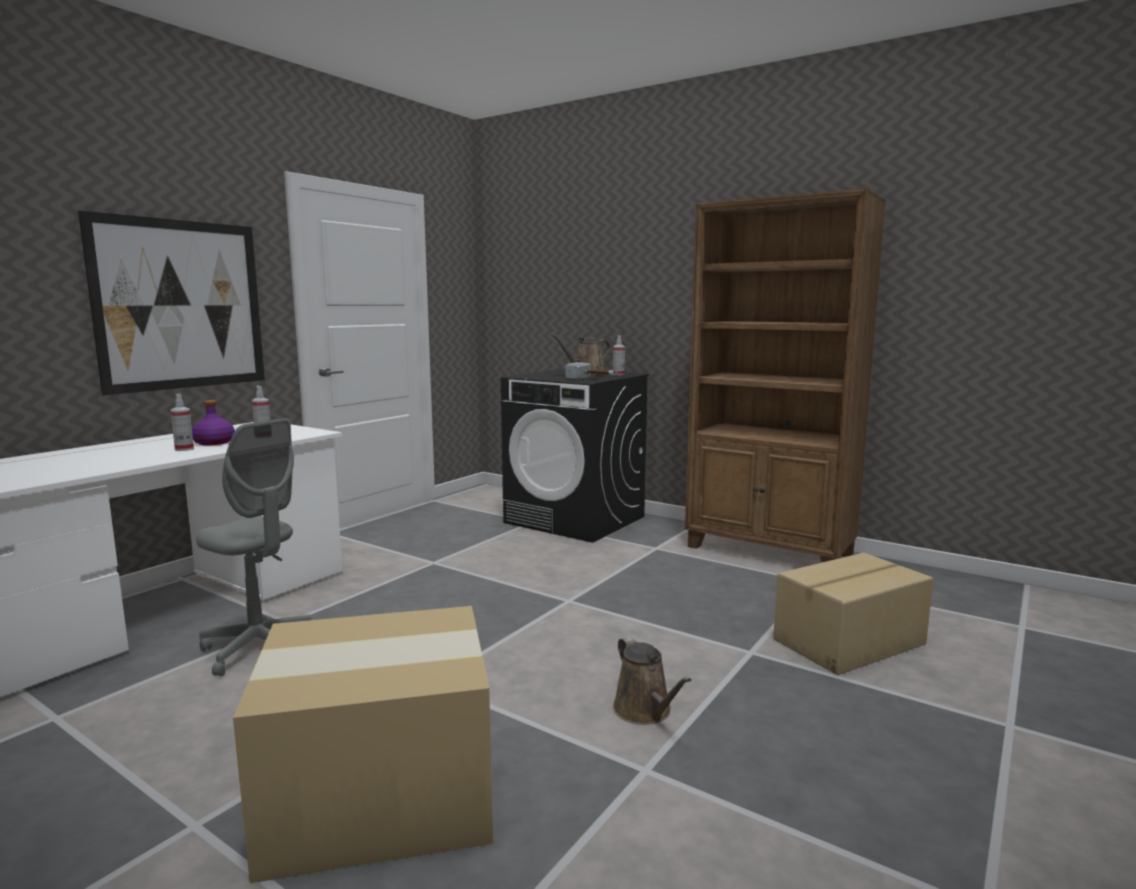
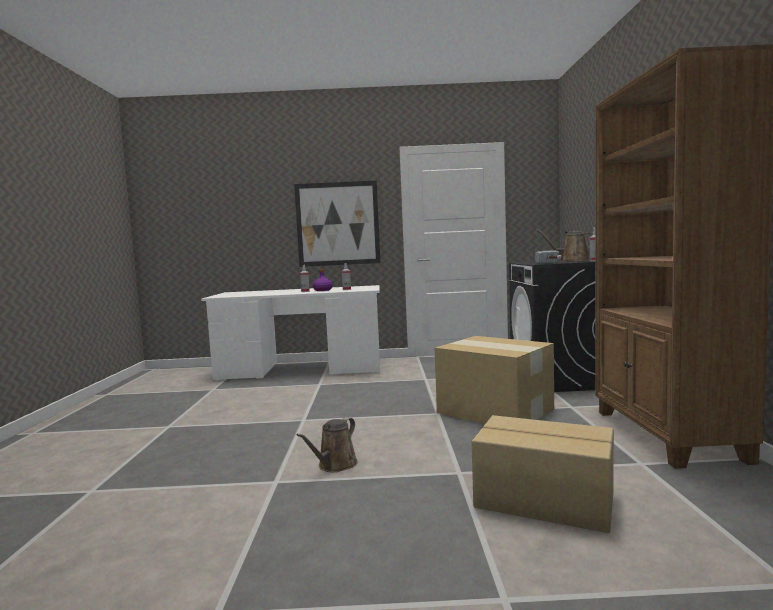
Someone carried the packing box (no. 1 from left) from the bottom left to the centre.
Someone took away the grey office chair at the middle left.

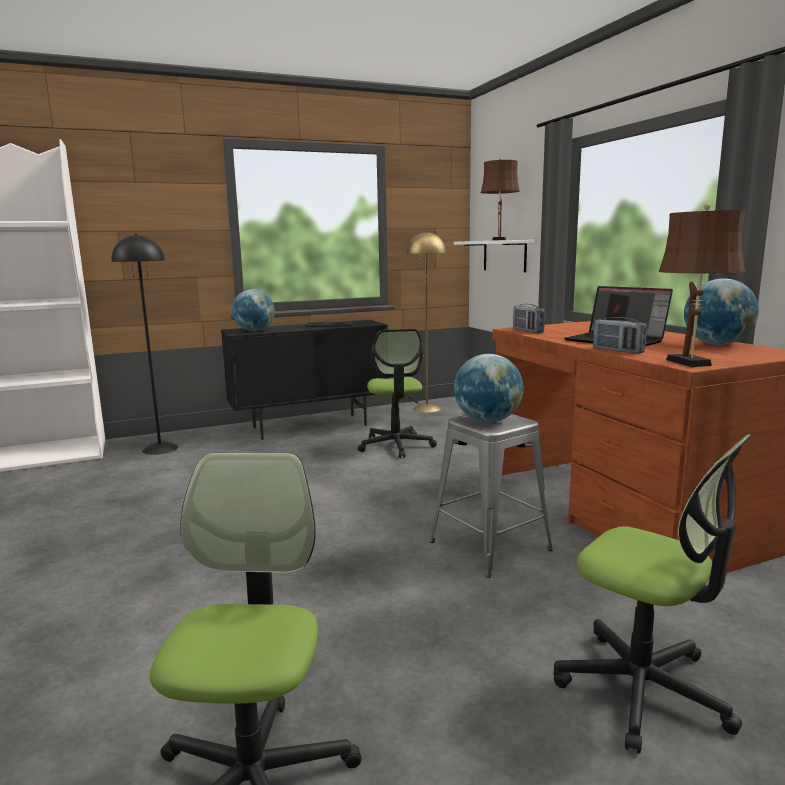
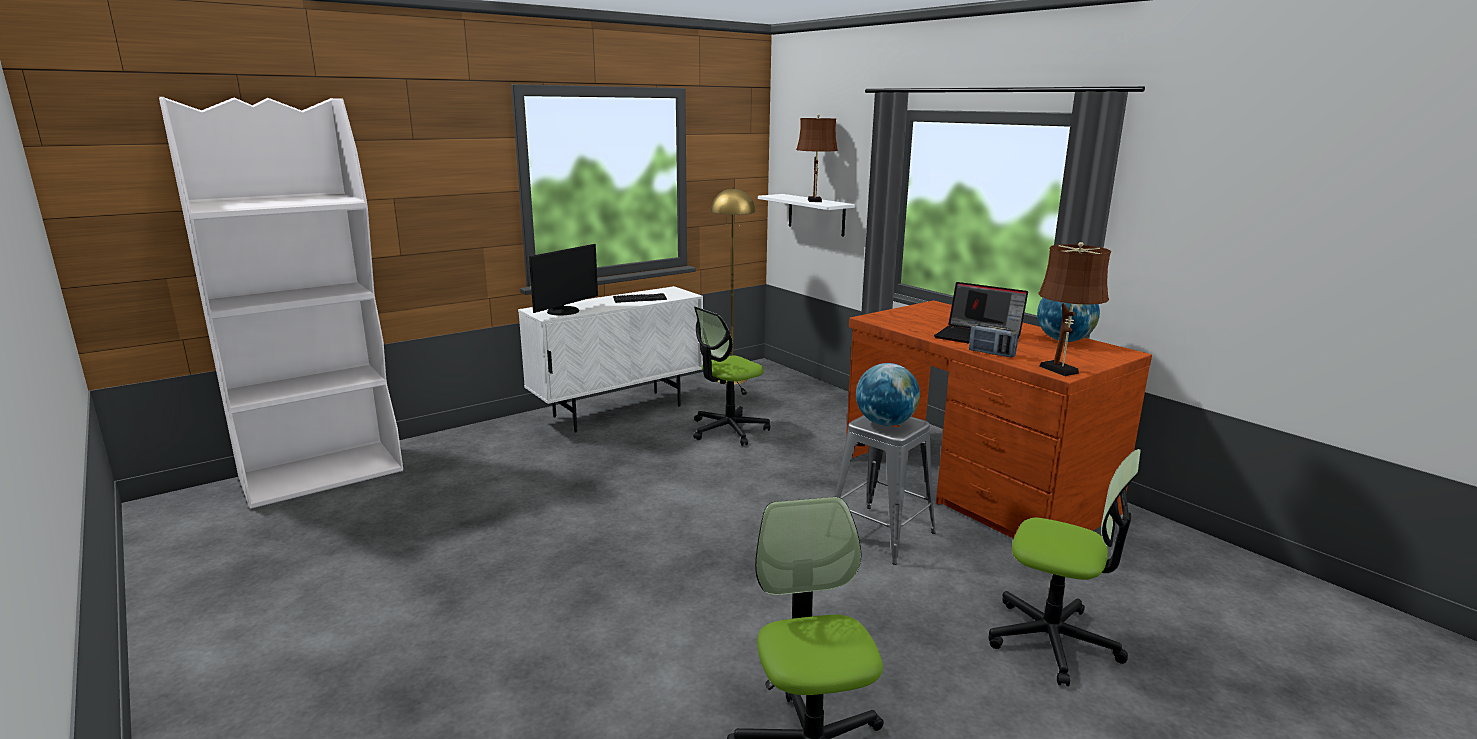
Someone repainted the blackish cupboard at the centre, which became the white-coloured cupboard at the centre.
Someone swapped the desk globe (no. 1 from left) at the middle left for the computer screen at the centre.
Someone rotated the office chair (no. 2 from left in the first image) at the centre by 75 degrees clockwise.
Someone took away the blackish standard lamp at the middle left.
Someone took away the radio (no. 1 from left) at the middle right.

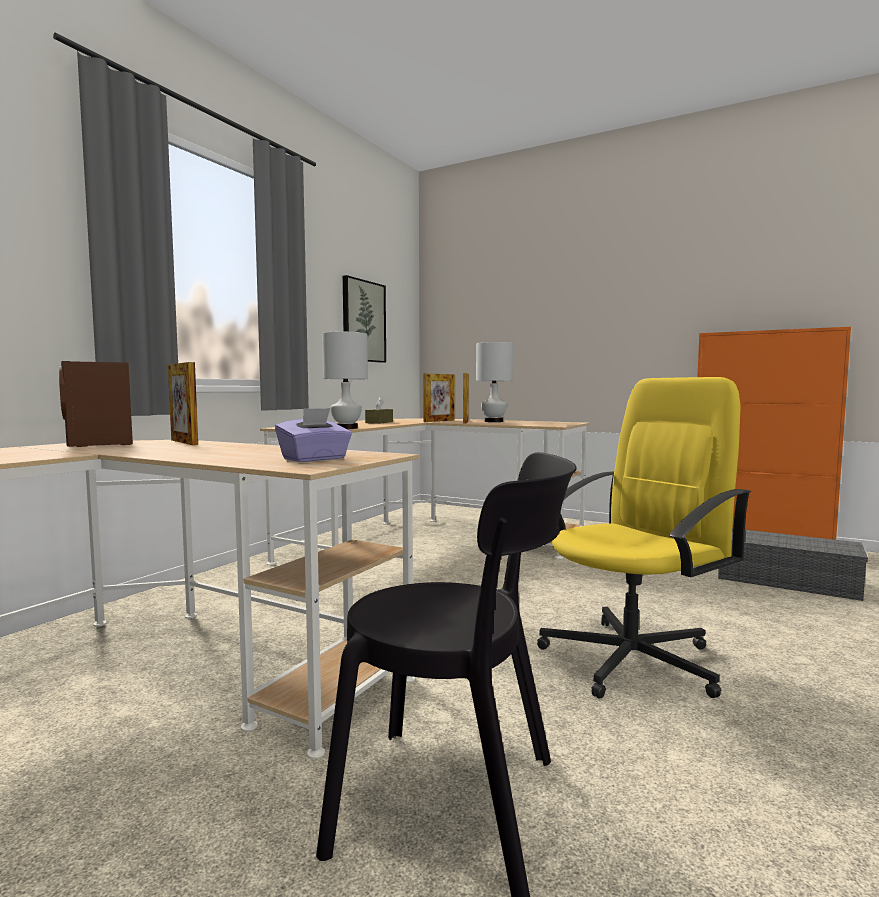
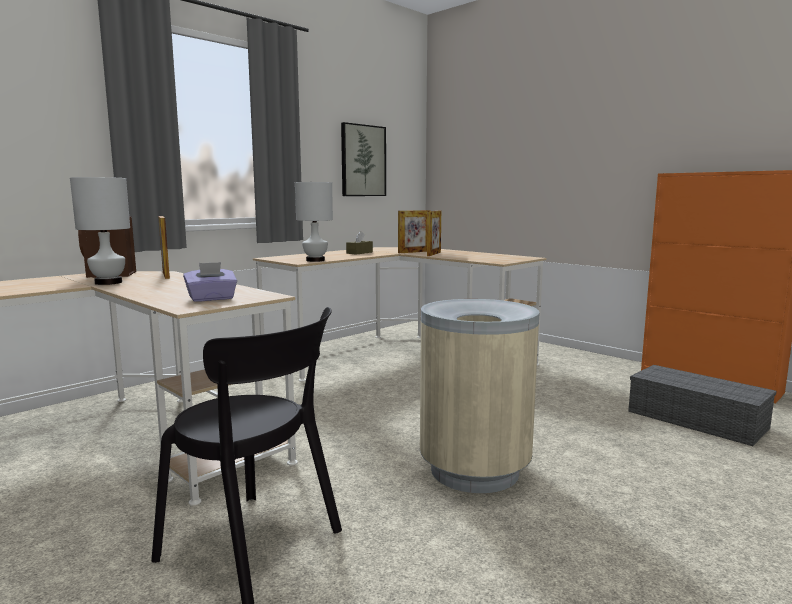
Someone carried the white-coloured table lamp (no. 2 from left in the first image) from the centre to the middle left.
Someone swapped the yellow-coloured office chair at the middle right for the beige-coloured rubbish bin at the centre.

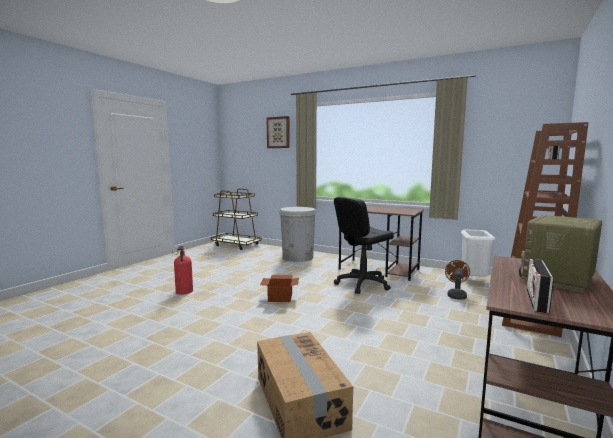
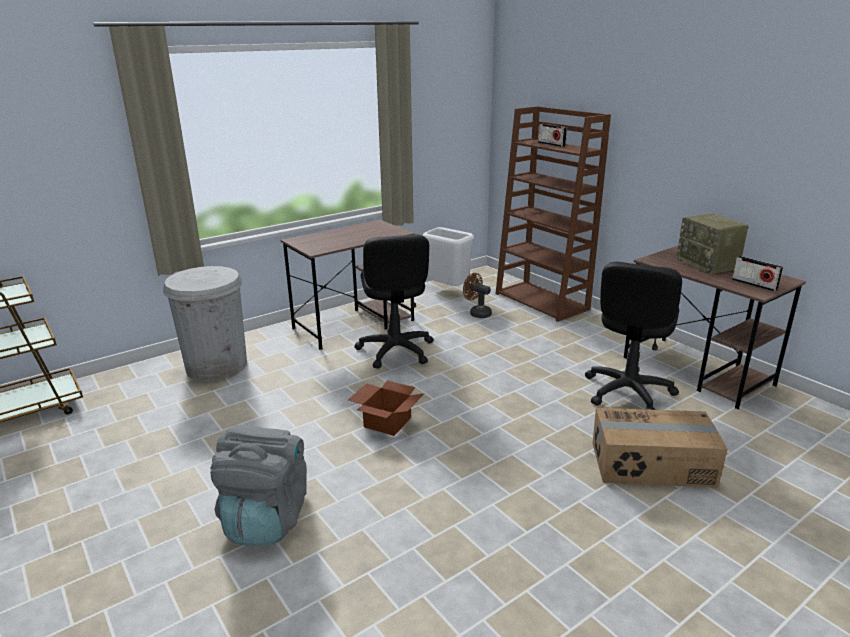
Someone swapped the extinguisher at the middle left for the grey backpack at the bottom left.
Someone put down the blackish office chair (no. 2 from left) at the middle right.
Someone took away the picture at the top centre.

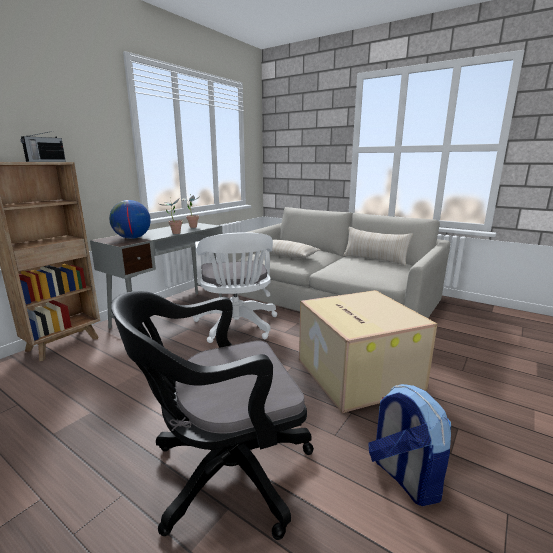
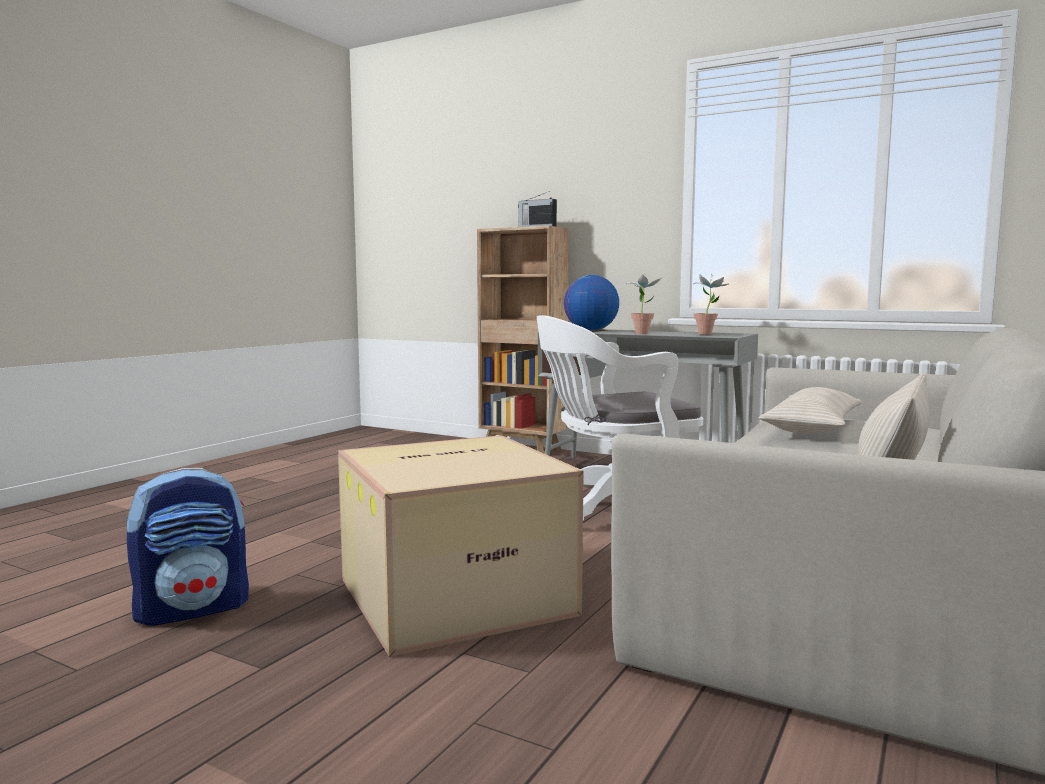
Someone took away the blackish office chair at the bottom centre.

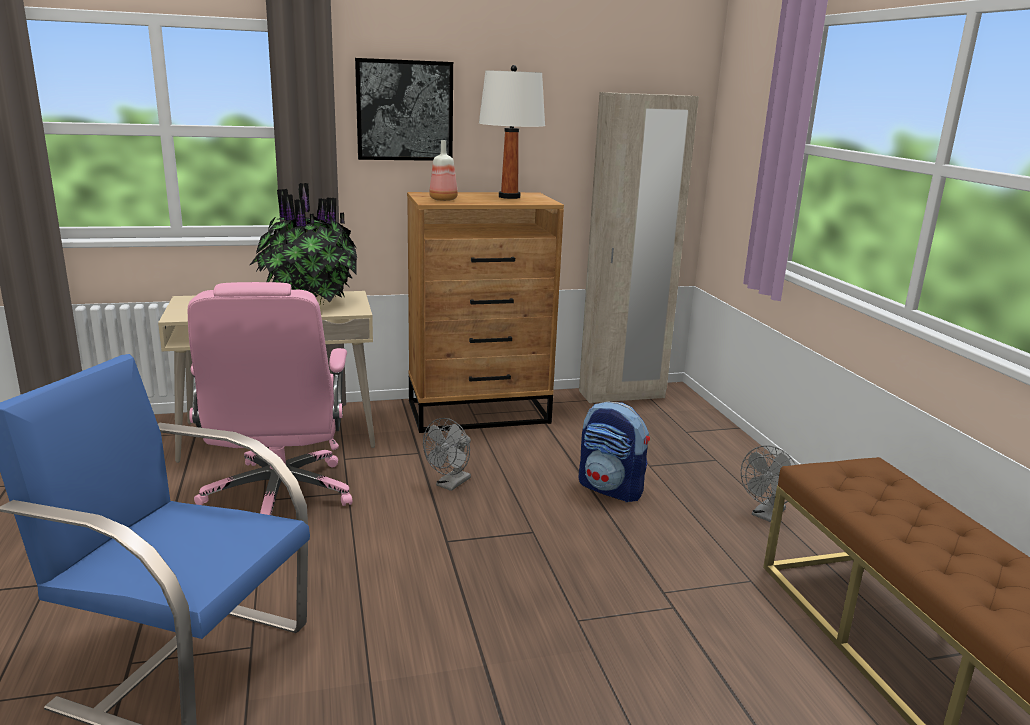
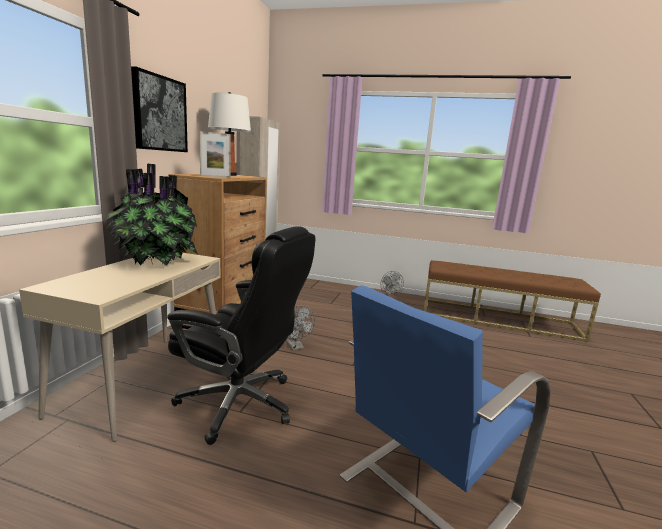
Someone repainted the pinkish office chair at the middle left, which became the blackish office chair at the centre.
Someone swapped the bottle at the top centre for the photo frame at the top left.
Someone took away the backpack at the centre.

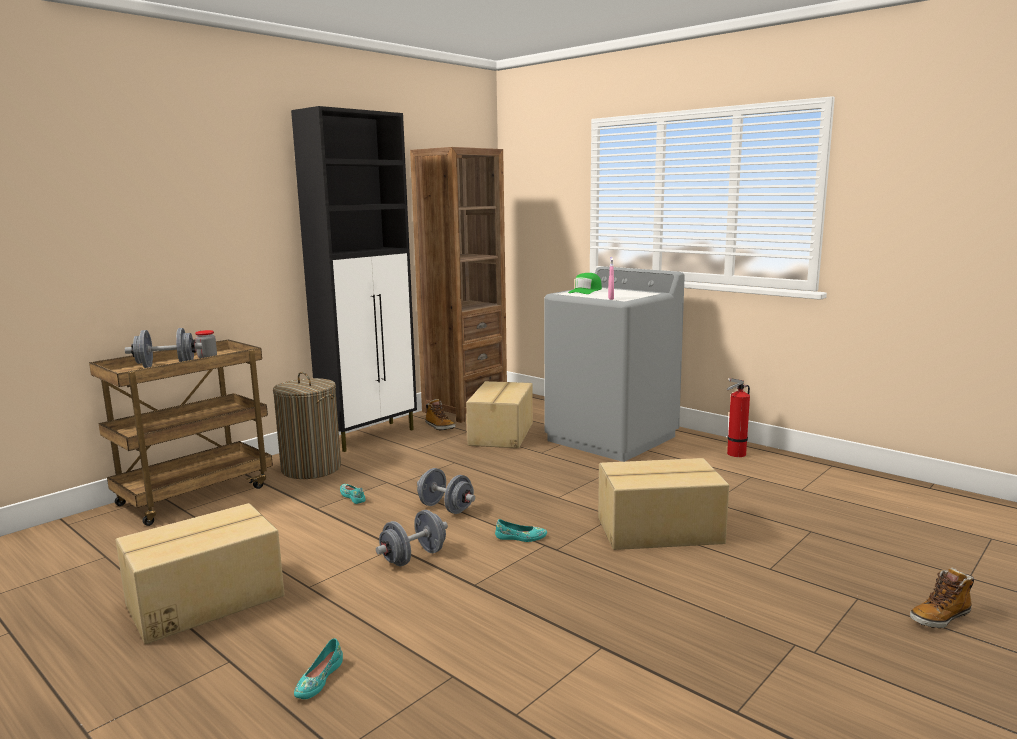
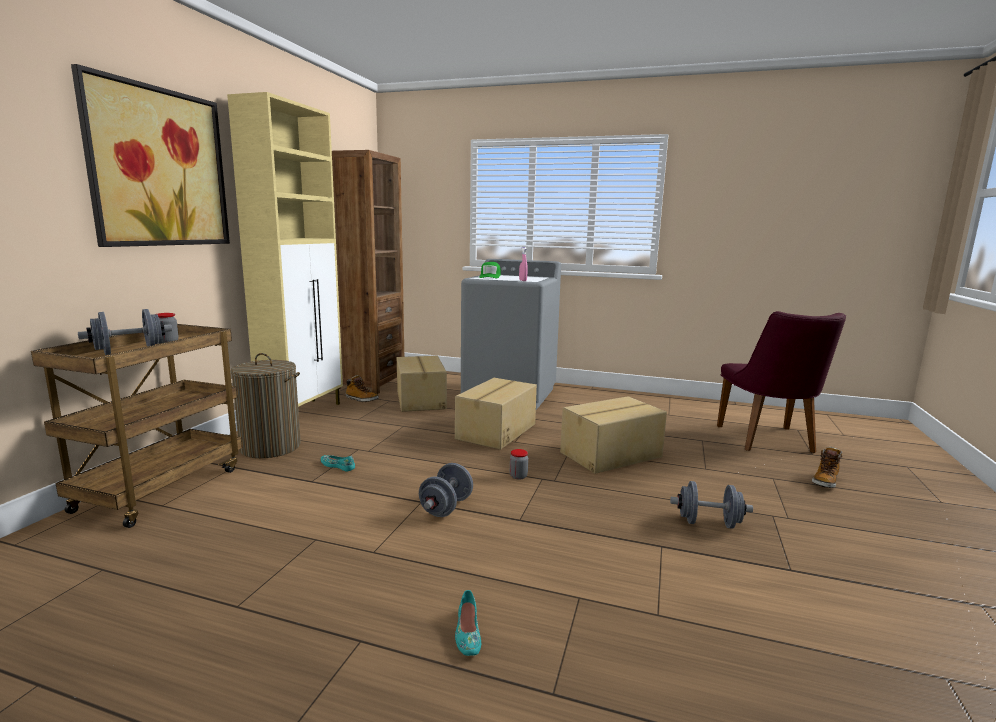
Someone put up the picture at the top left.
Someone repainted the blackish cupboard at the centre, which became the beige-coloured cupboard at the middle left.
Someone carried the packing box (no. 1 from left in the first image) from the bottom left to the centre.
Someone swapped the blue-green low shoe (no. 3 from left) at the bottom centre for the preserve jar (no. 2 from left) at the centre.
Someone carried the grey hand weight (no. 3 from left) from the centre to the bottom right.
Someone put down the purple chair at the middle right.
Someone took away the extinguisher at the middle right.

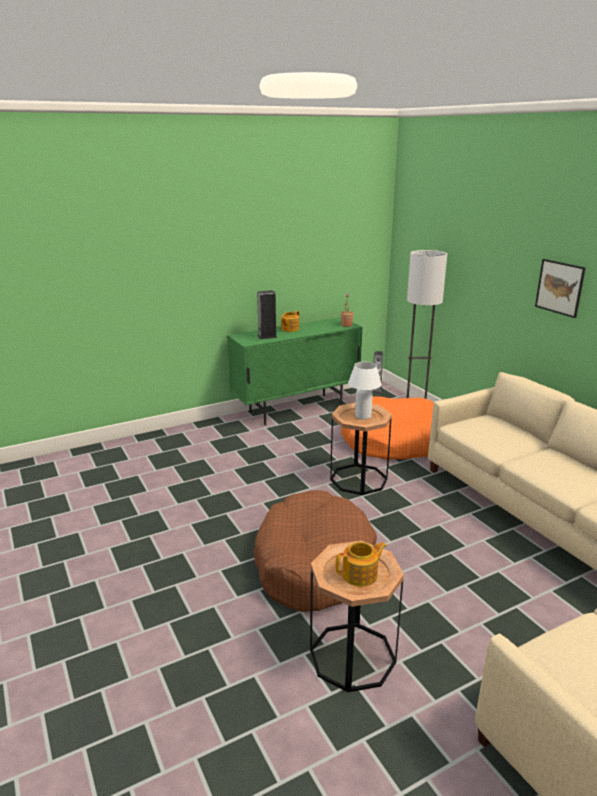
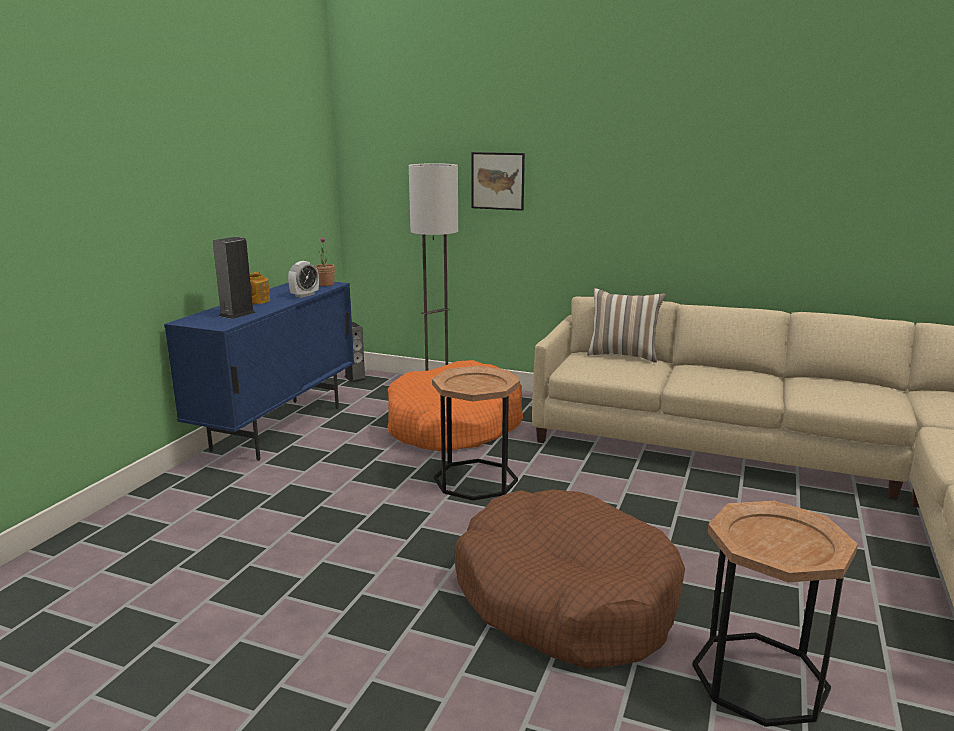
Someone repainted the green-coloured cupboard at the centre, which became the bluish cupboard at the middle left.
Someone put down the alarm clock at the middle left.
Someone carried the picture from the middle right to the top centre.
Someone put down the pillow at the centre.
Someone took away the teapot (no. 2 from left) at the bottom centre.
Someone took away the white-coloured table lamp at the centre.

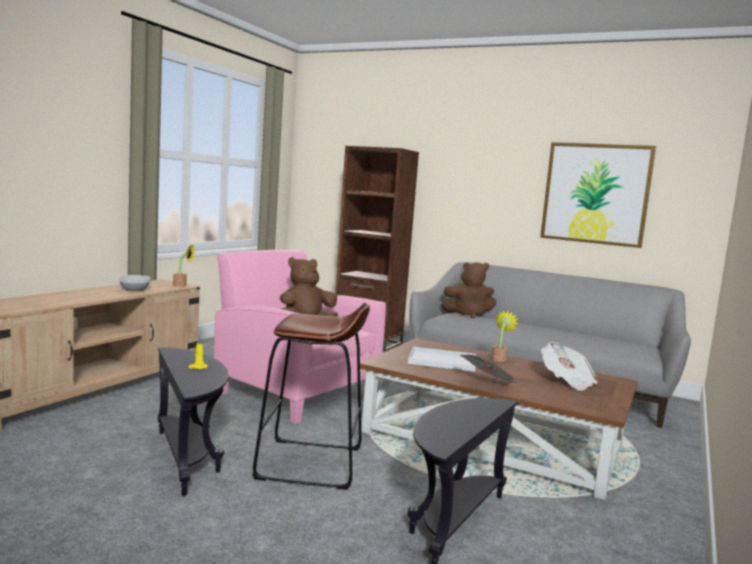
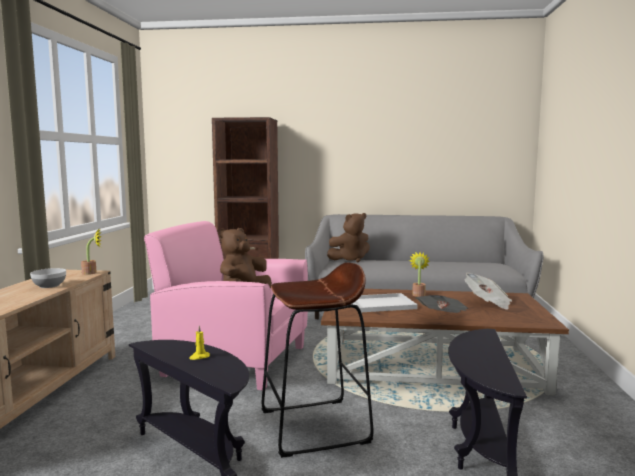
Someone took away the picture at the middle right.

